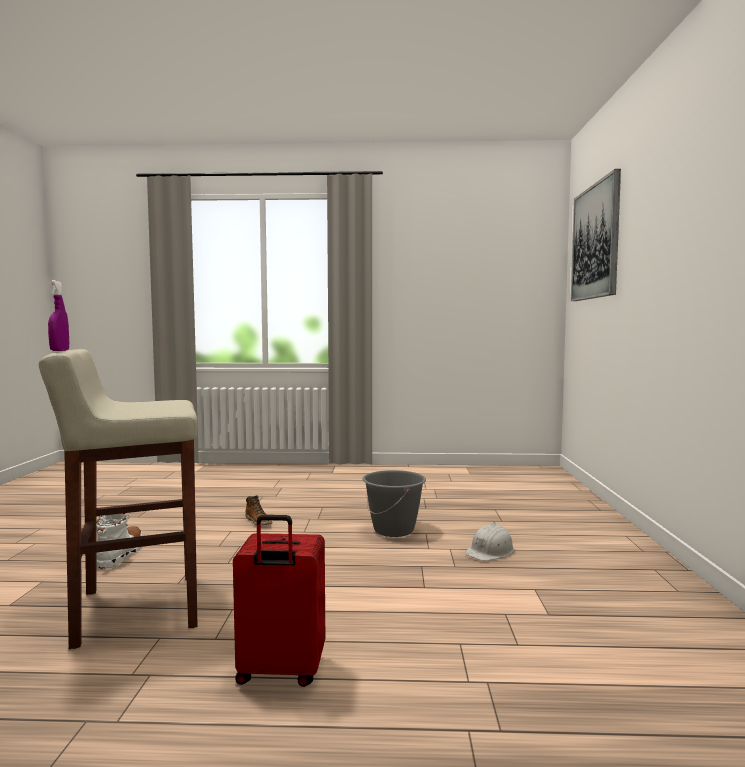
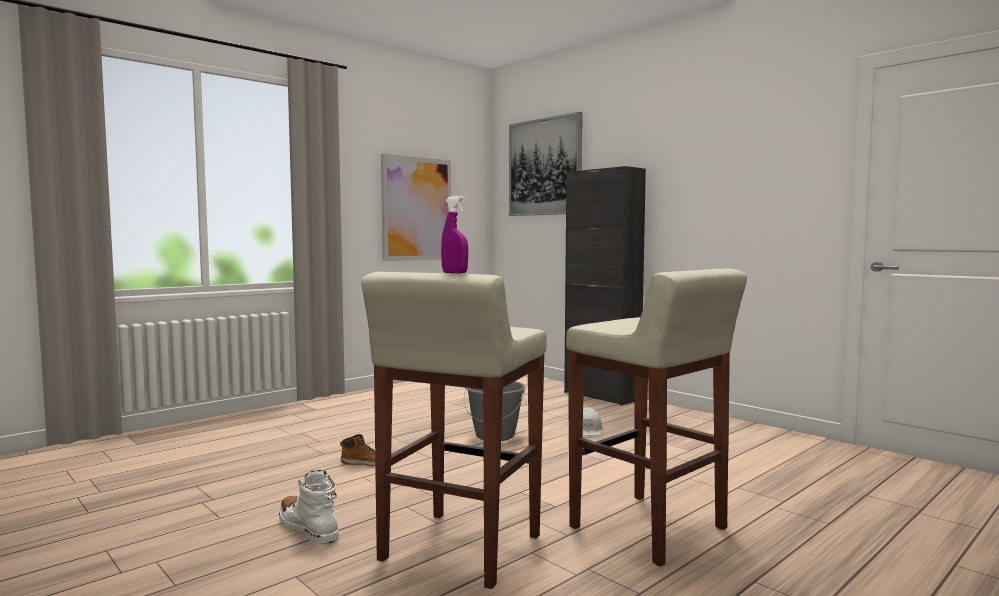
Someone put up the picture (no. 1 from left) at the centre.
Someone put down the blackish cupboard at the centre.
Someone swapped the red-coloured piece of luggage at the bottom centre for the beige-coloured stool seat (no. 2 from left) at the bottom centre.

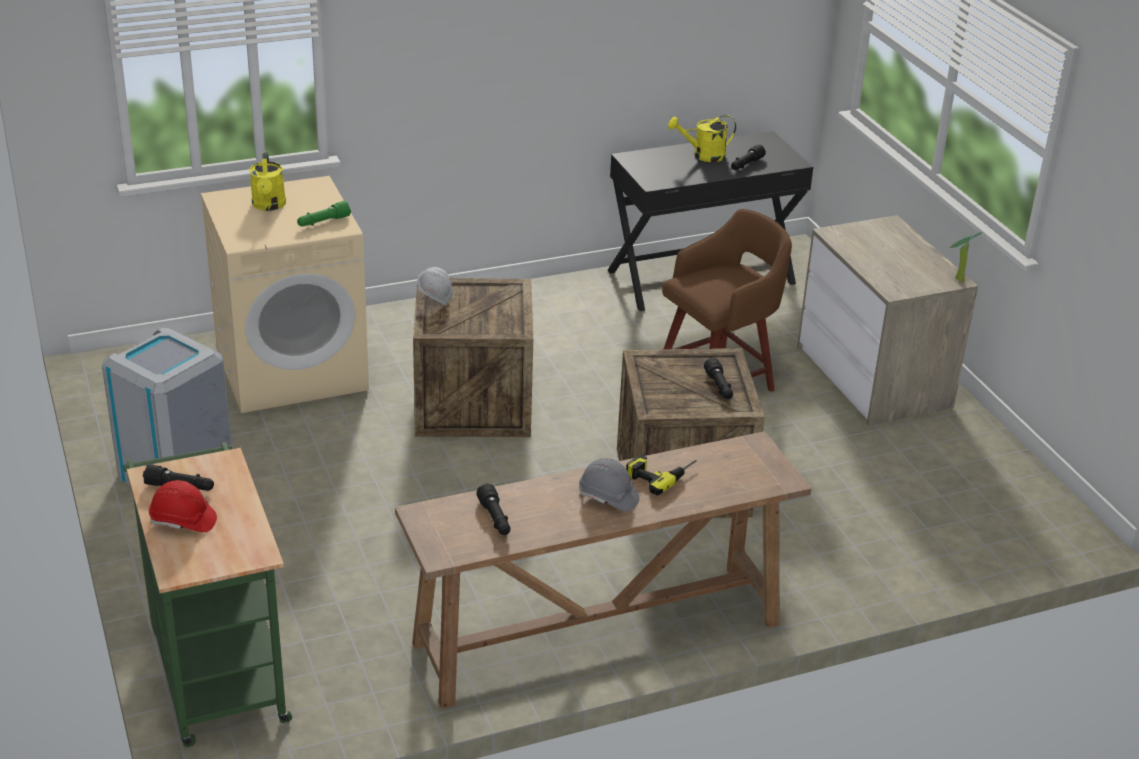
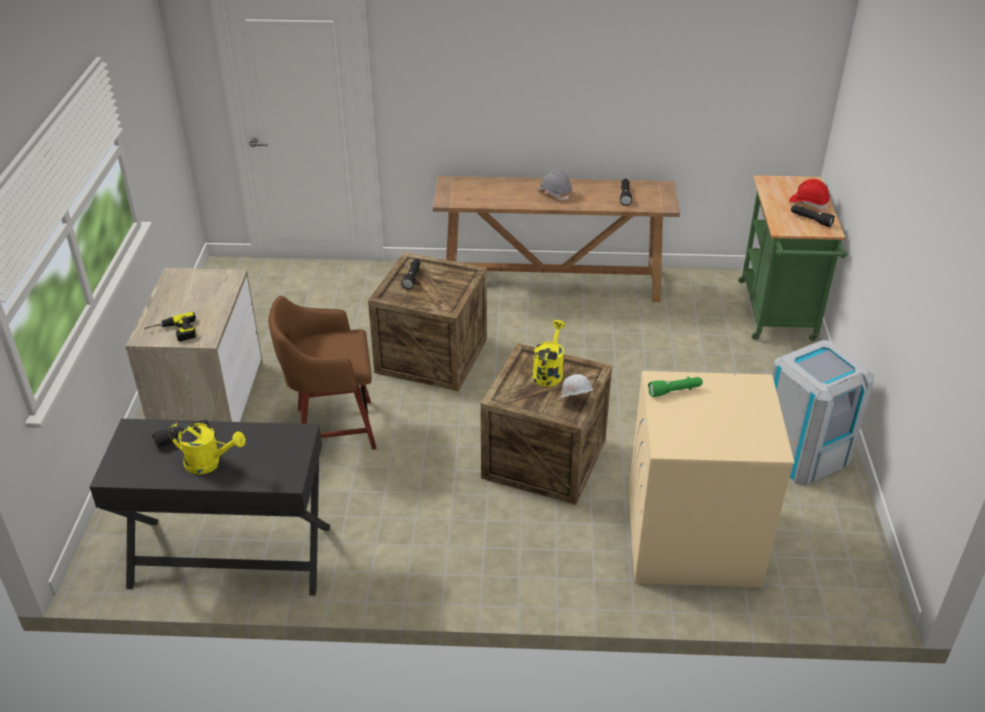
Someone carried the electric drill from the centre to the middle left.
Someone carried the yellow-coloured watering pot (no. 1 from left in the first image) from the top left to the centre.
Someone took away the plant in a pot at the middle right.

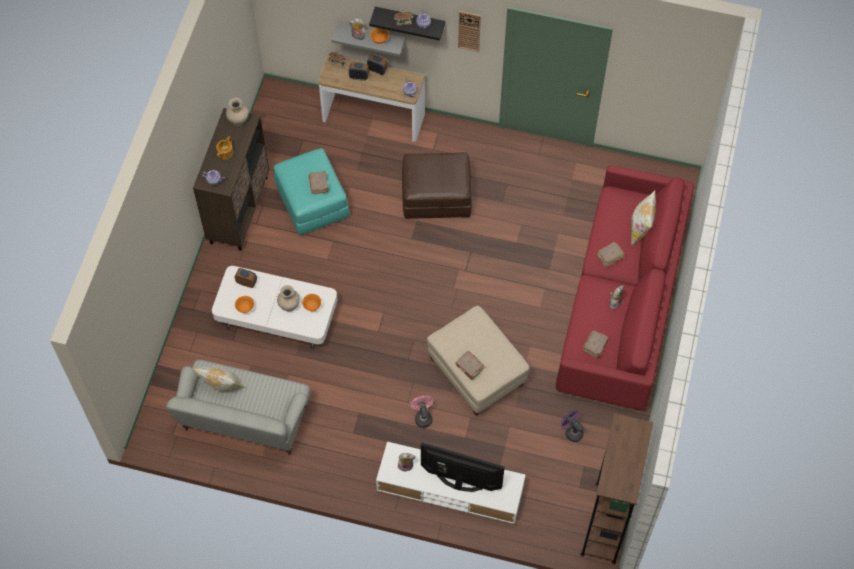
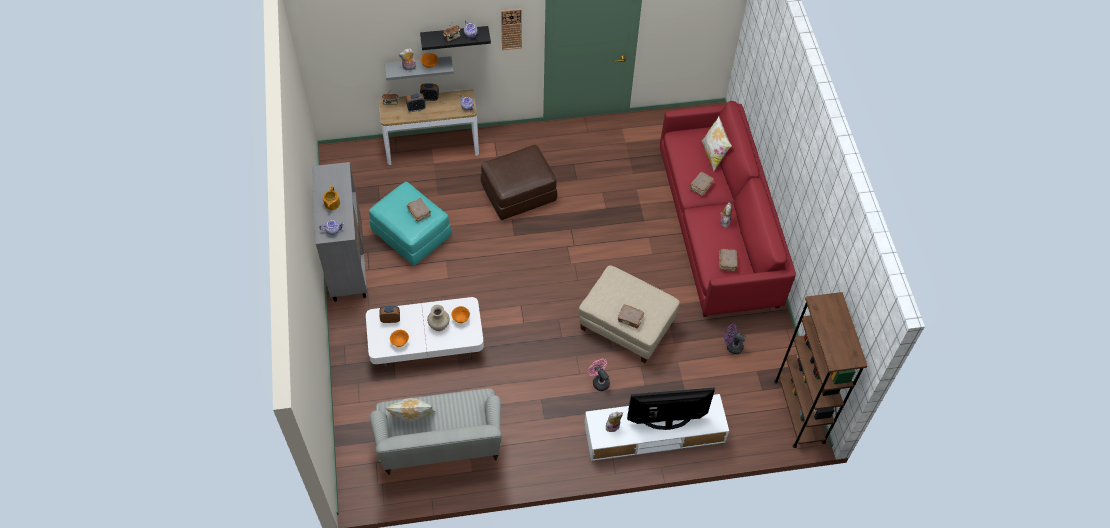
Someone repainted the brown cupboard at the top left, which became the grey cupboard at the middle left.
Someone took away the beige-coloured flower vase (no. 1 from left) at the top left.

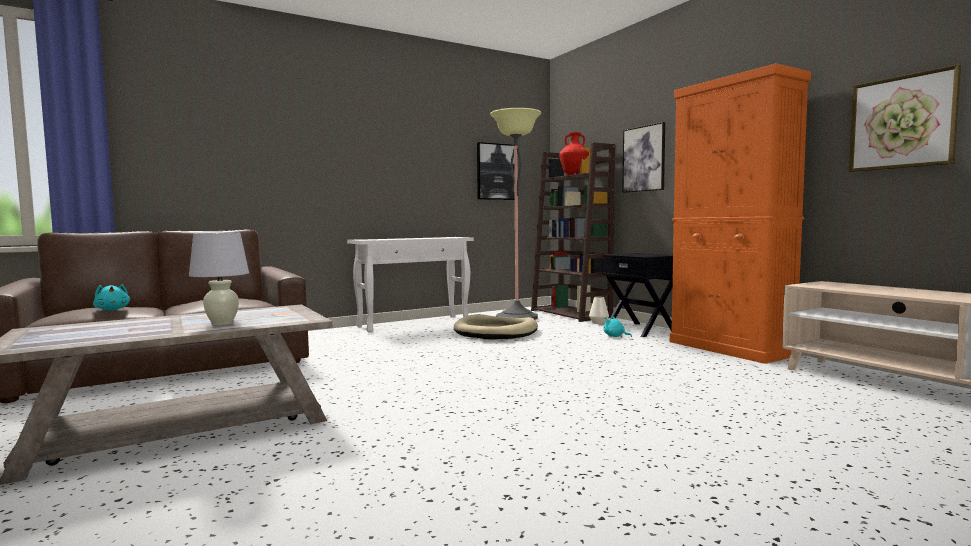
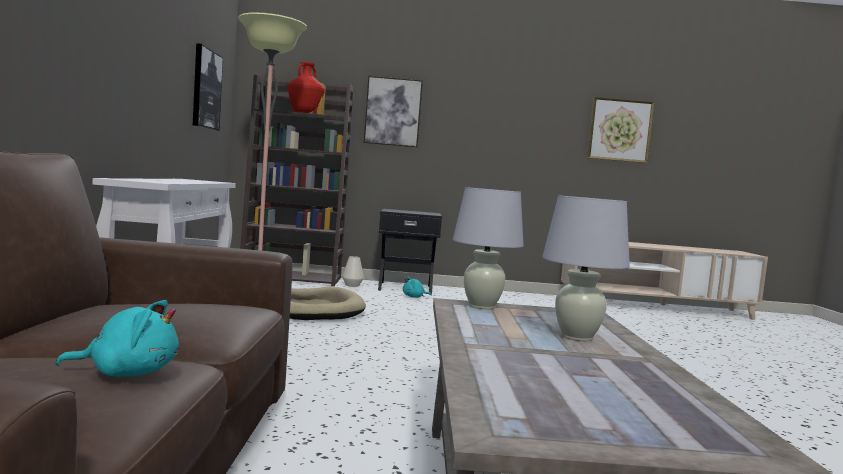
Someone put down the white-coloured table lamp (no. 1 from left) at the centre.
Someone took away the orangey cupboard at the middle right.

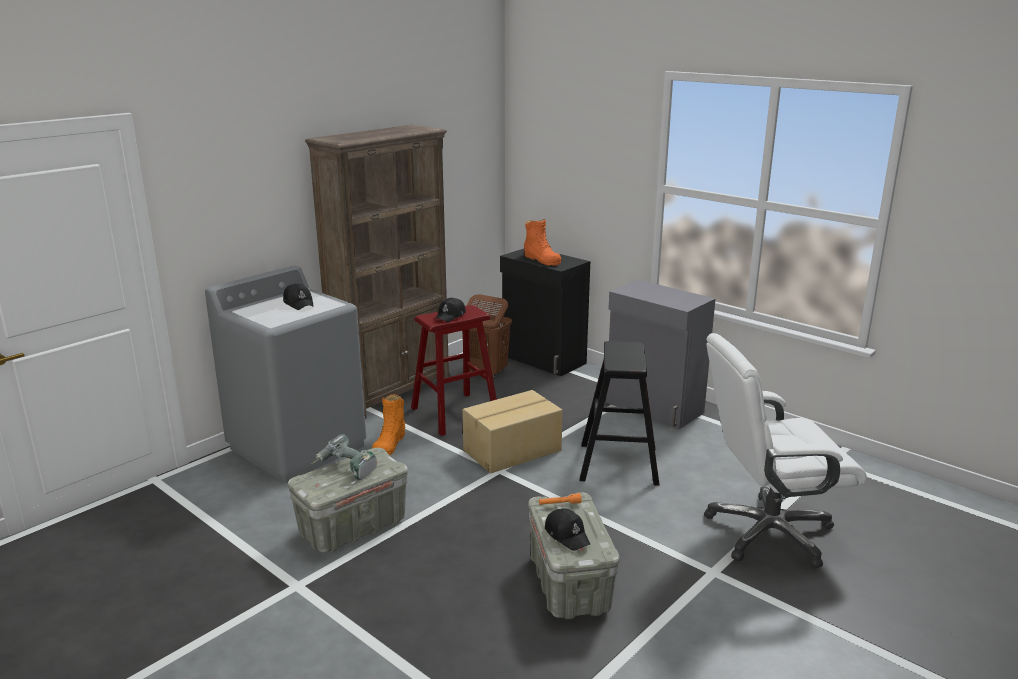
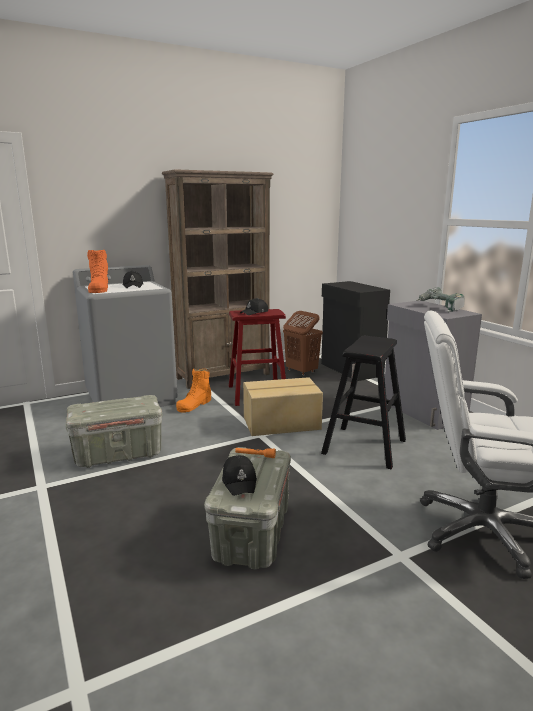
Someone carried the orangey high-top boot (no. 2 from left in the first image) from the centre to the middle left.
Someone carried the electric drill from the bottom centre to the middle right.

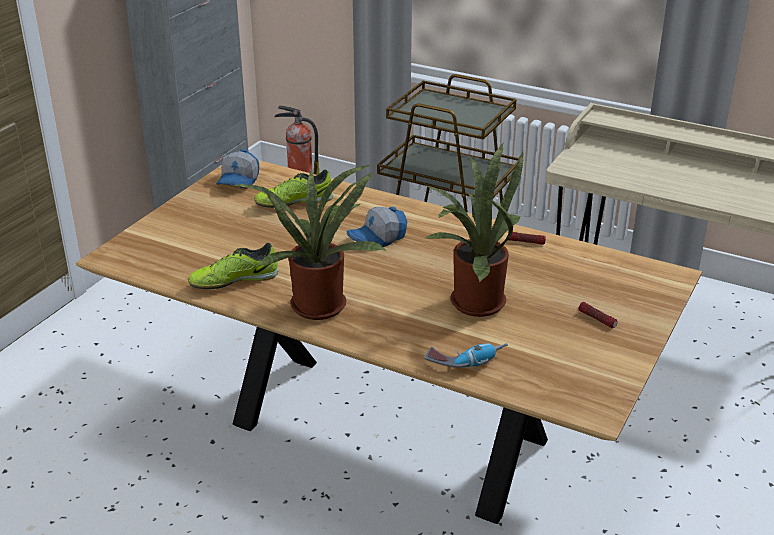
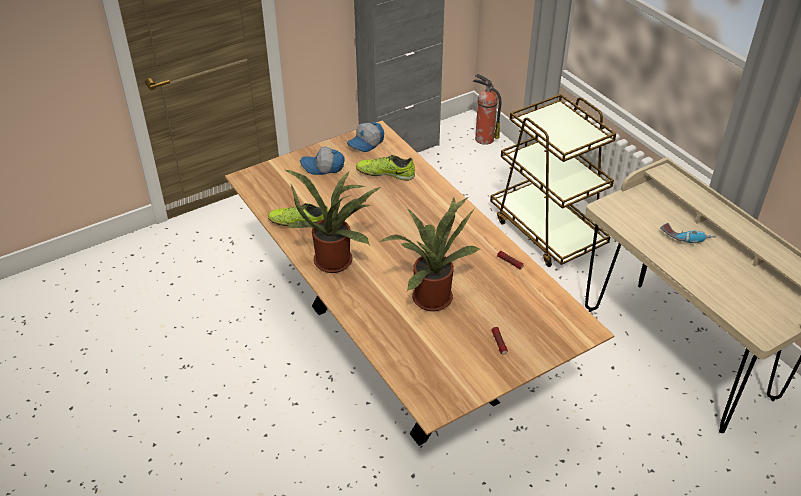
Someone carried the cap (no. 2 from left in the first image) from the centre to the top centre.
Someone carried the electric drill from the centre to the middle right.

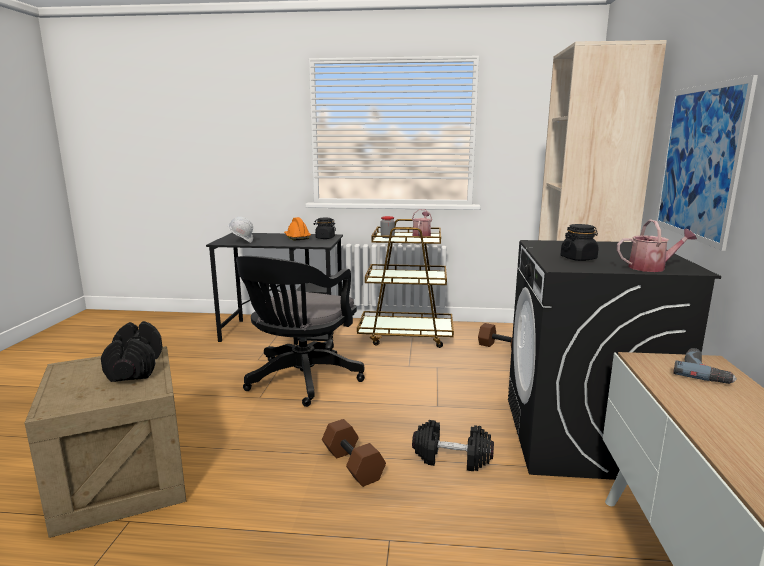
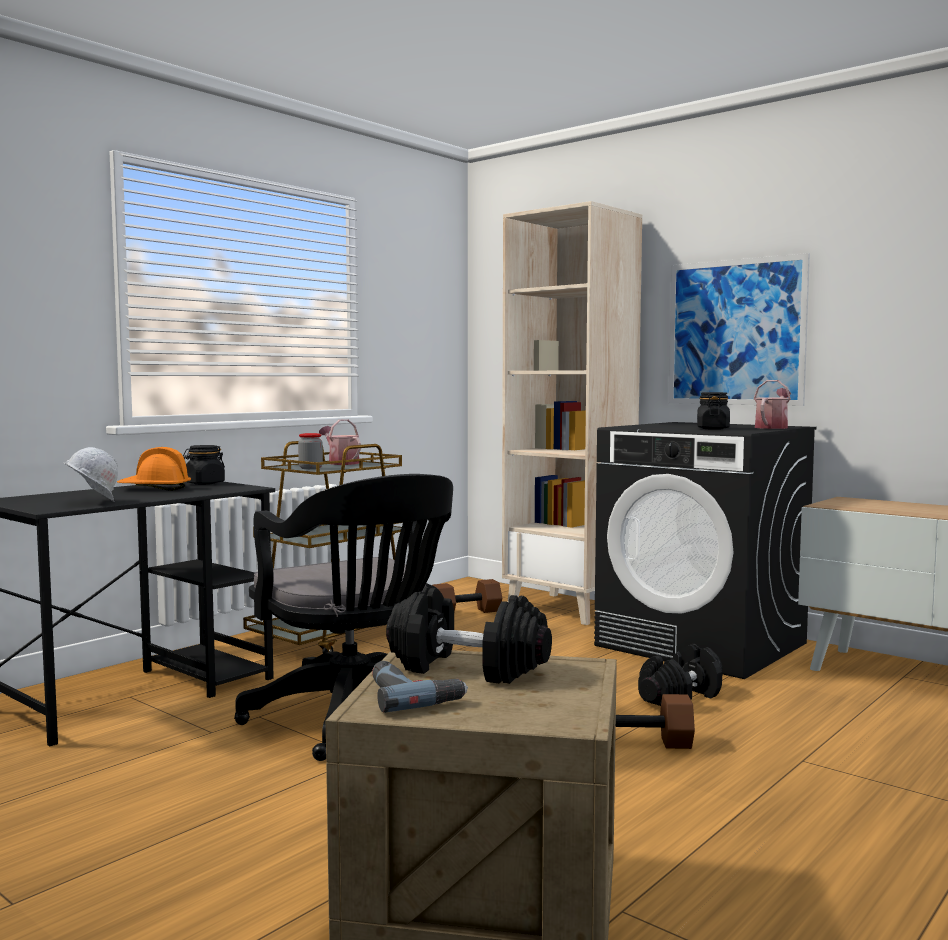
Someone carried the electric drill from the middle right to the bottom centre.

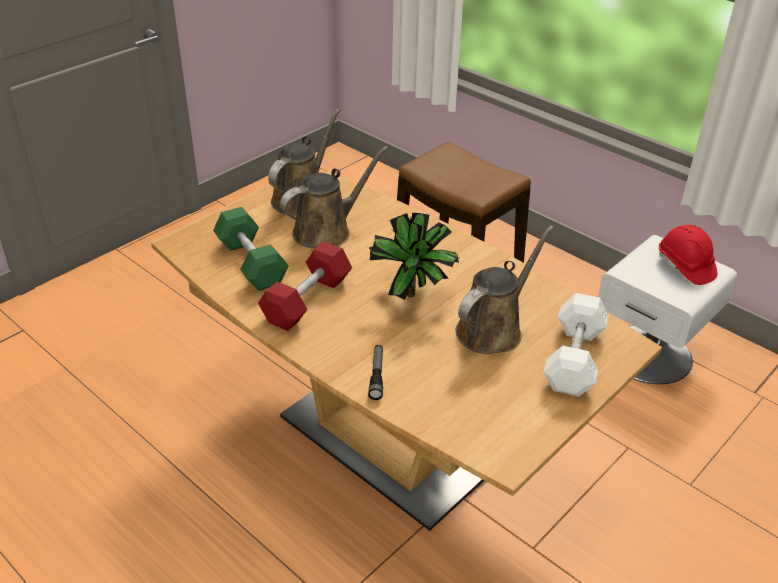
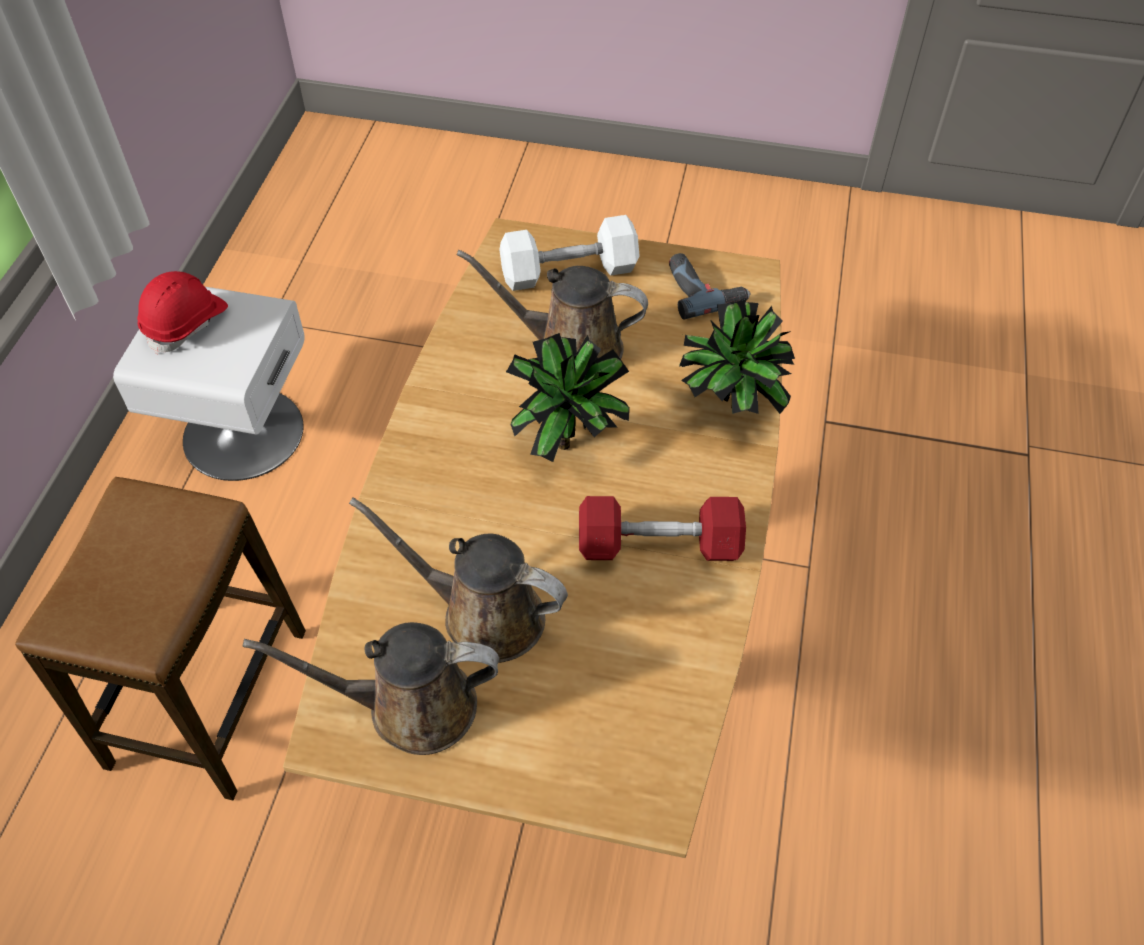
Someone put down the electric drill at the top centre.
Someone swapped the torch at the centre for the plant in a pot (no. 2 from left) at the centre.
Someone took away the green-coloured hand weight at the middle left.

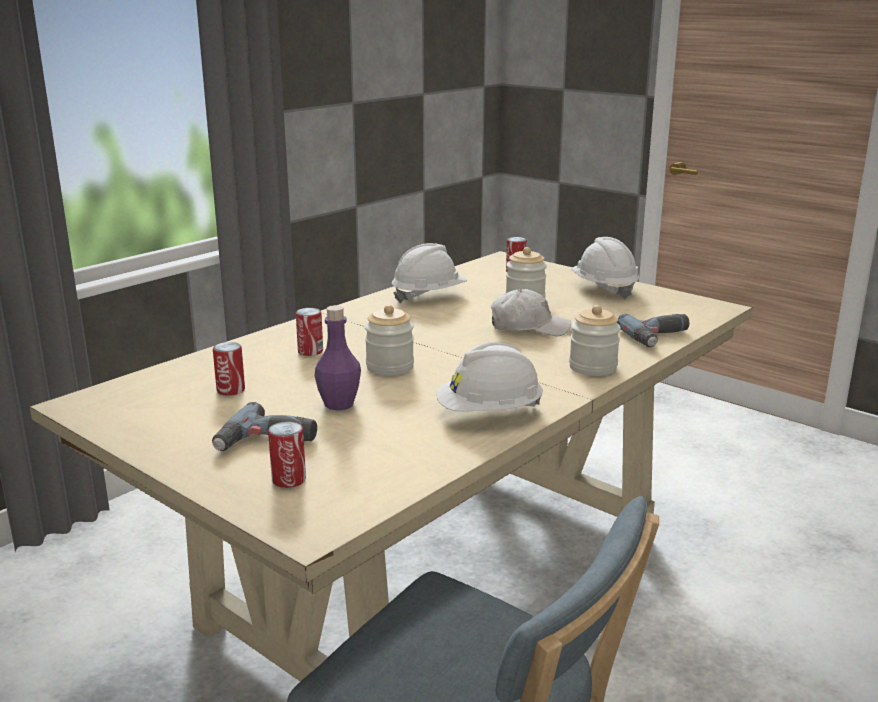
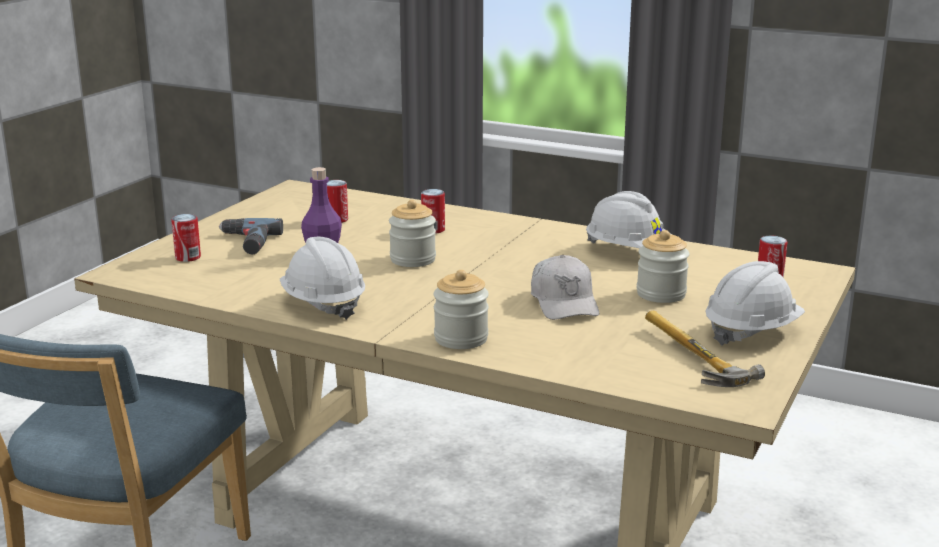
Someone put down the tool hammer at the middle right.
Someone took away the electric drill (no. 2 from left) at the middle right.

